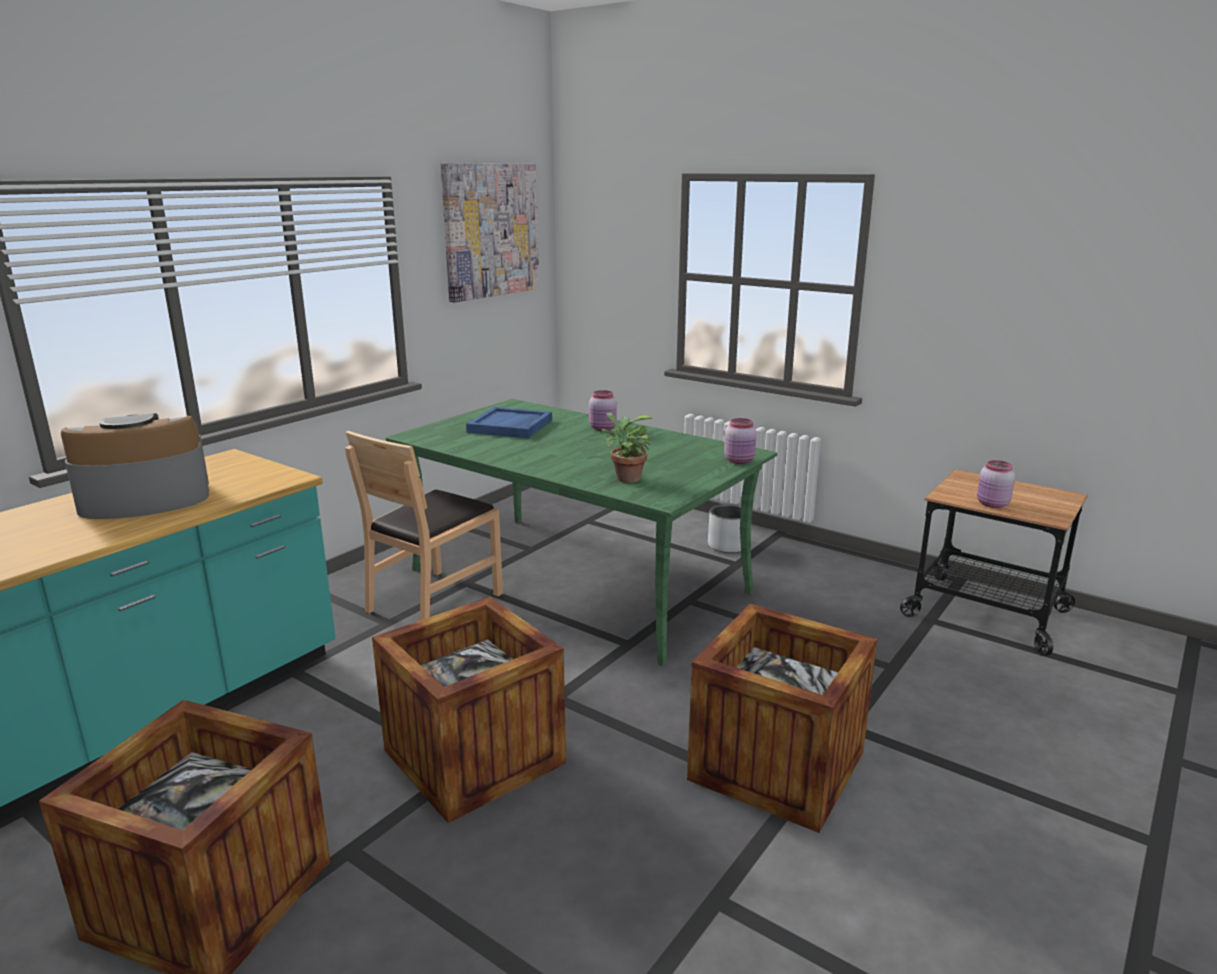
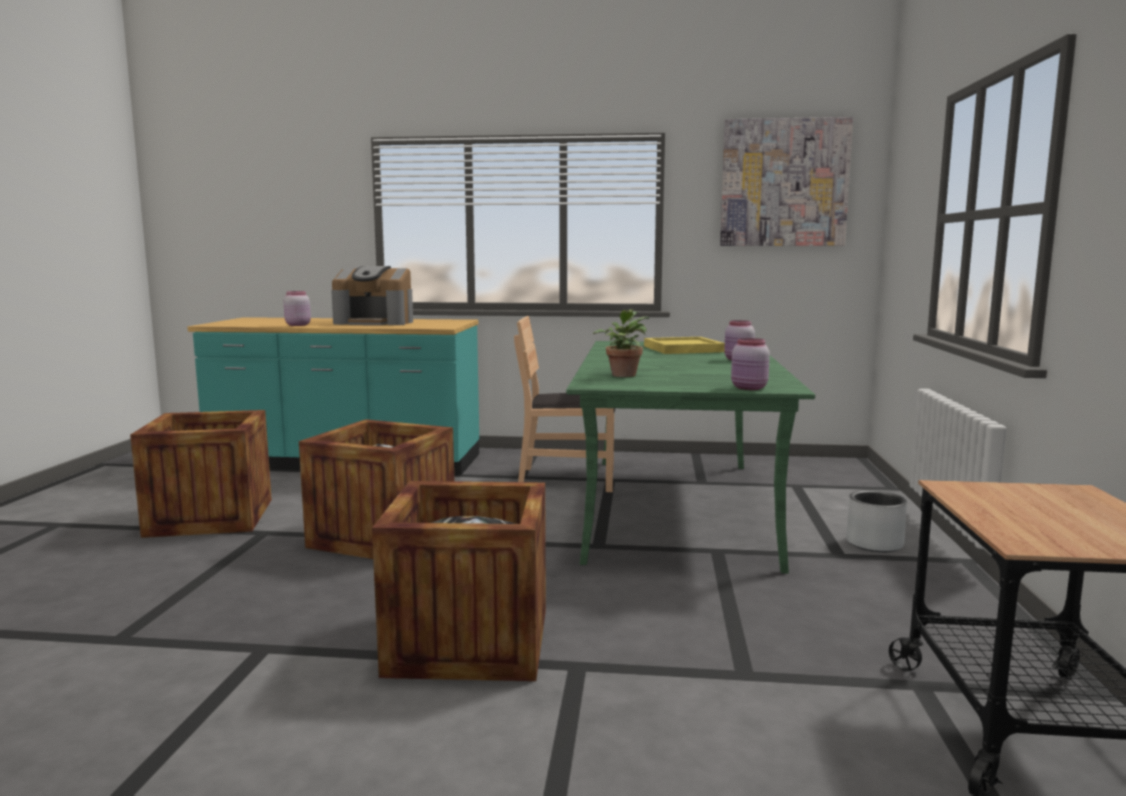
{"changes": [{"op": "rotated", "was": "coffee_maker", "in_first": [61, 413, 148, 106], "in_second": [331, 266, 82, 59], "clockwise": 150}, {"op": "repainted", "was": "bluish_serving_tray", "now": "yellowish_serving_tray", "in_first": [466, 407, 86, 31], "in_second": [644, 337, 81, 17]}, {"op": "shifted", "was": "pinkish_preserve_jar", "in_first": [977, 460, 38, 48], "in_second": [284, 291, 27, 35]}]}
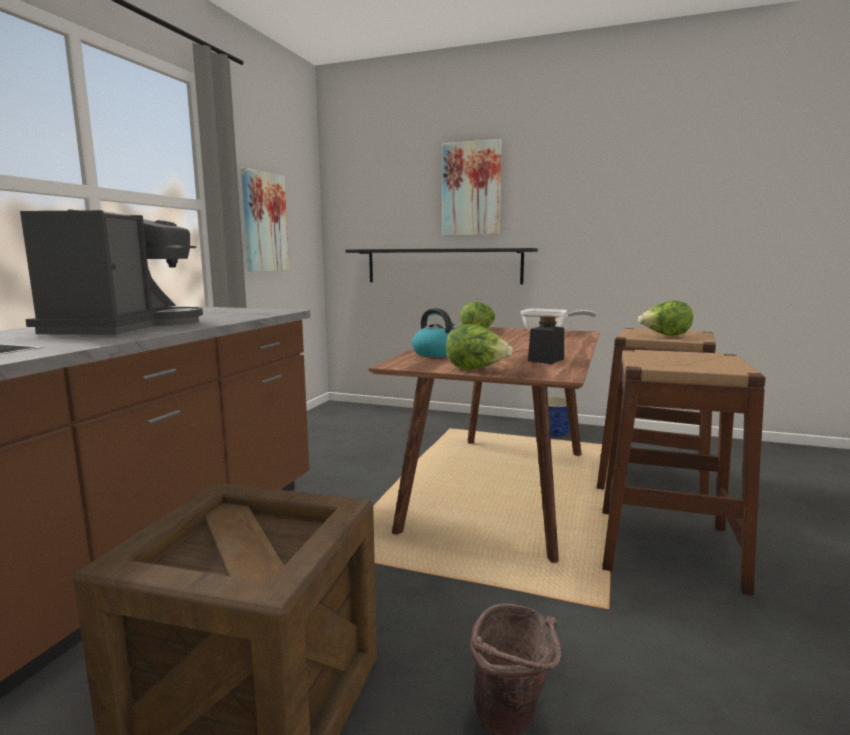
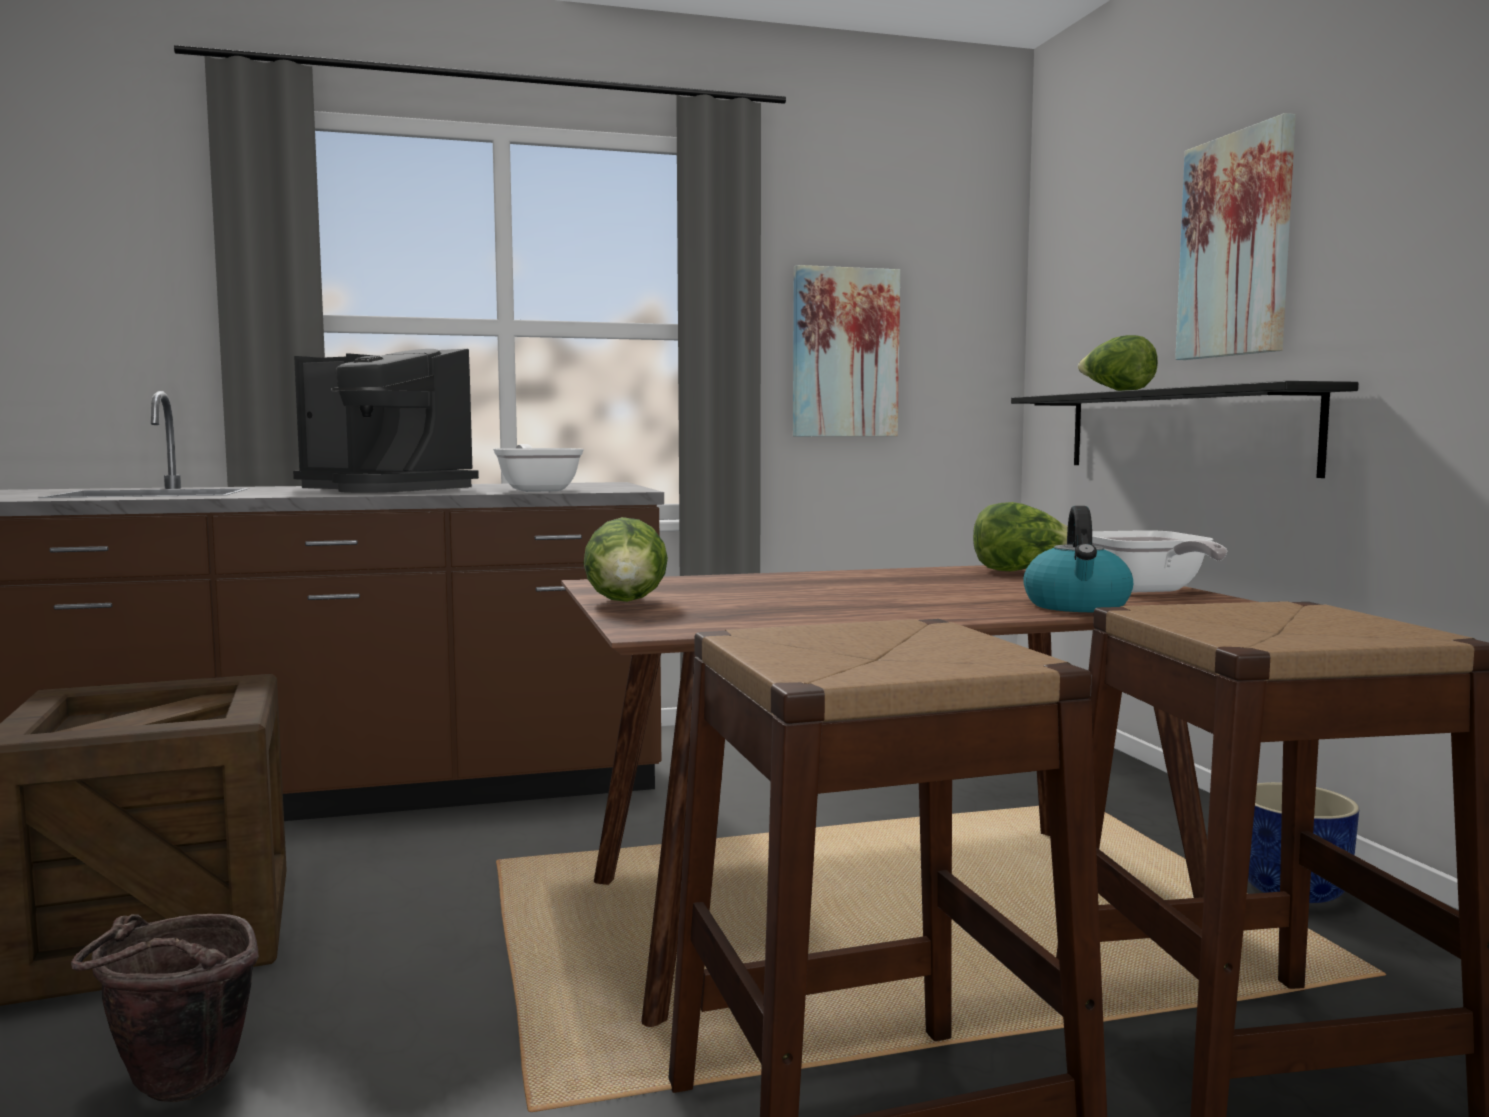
{"changes": [{"op": "rotated", "was": "coffee_maker", "in_first": [20, 209, 183, 126], "in_second": [293, 349, 186, 144], "clockwise": 60}, {"op": "shifted", "was": "kettle", "in_first": [412, 308, 44, 49], "in_second": [1023, 506, 110, 106]}, {"op": "gone", "was": "black_preserve_jar", "in_first": [528, 316, 36, 48]}, {"op": "shifted", "was": "lettuce", "in_first": [638, 300, 55, 36], "in_second": [1078, 335, 80, 56]}, {"op": "new", "now": "skillet", "in_second": [493, 444, 91, 48]}]}
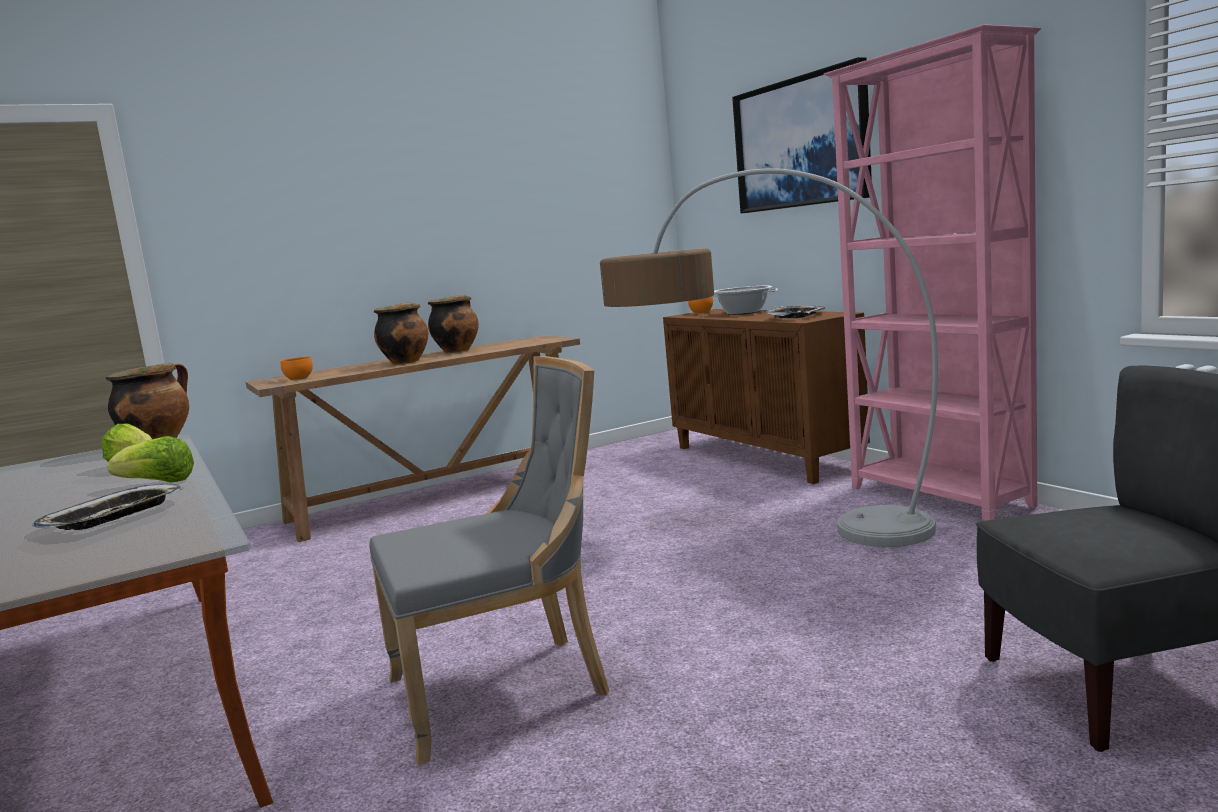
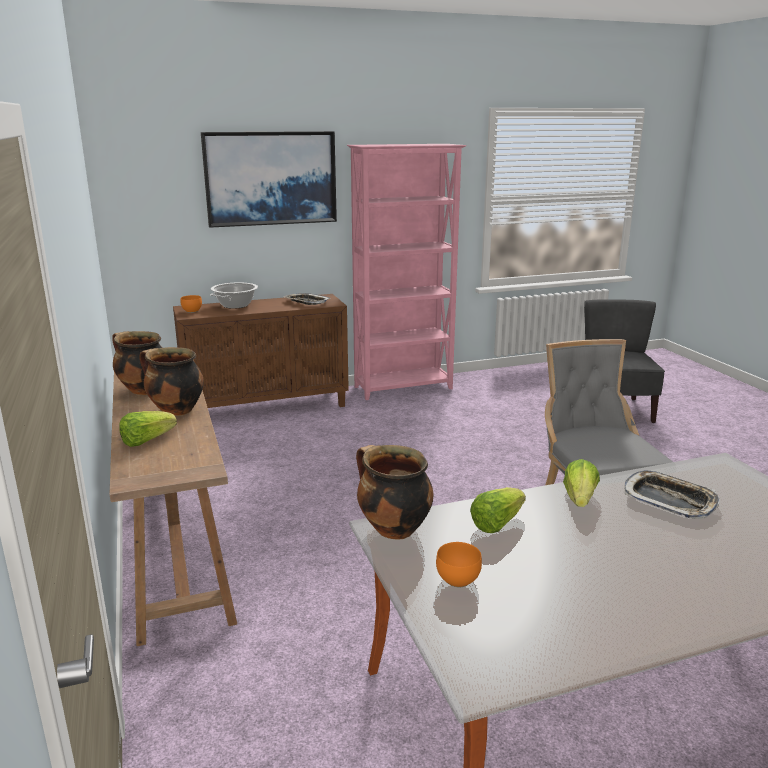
{"changes": [{"op": "shifted", "was": "orangey_bowl", "in_first": [280, 357, 33, 23], "in_second": [436, 542, 46, 45]}, {"op": "gone", "was": "standing_lamp", "in_first": [600, 168, 338, 379]}, {"op": "new", "now": "lettuce", "in_second": [119, 411, 58, 36]}]}
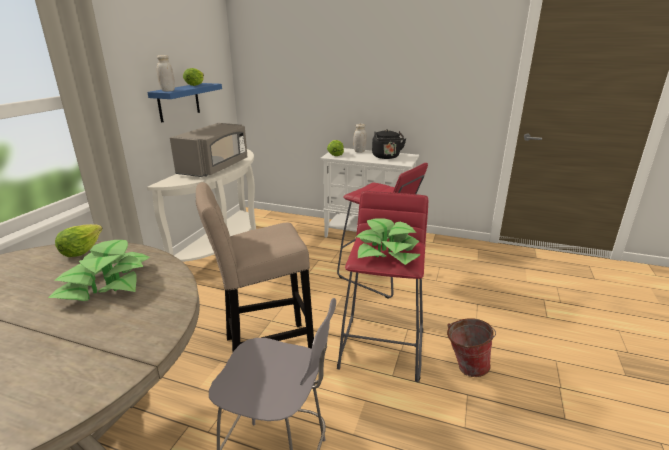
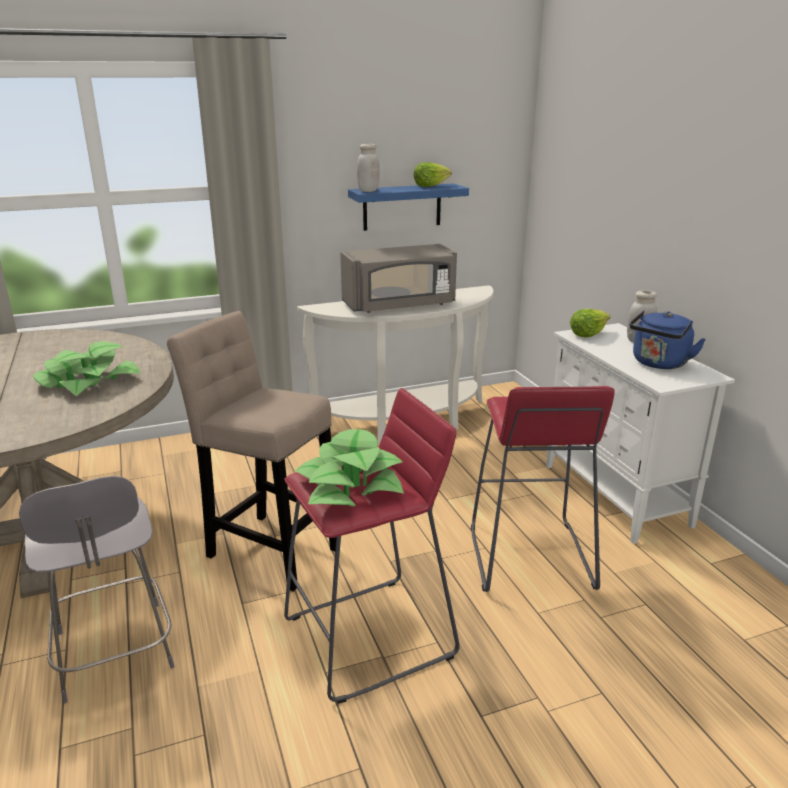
{"changes": [{"op": "gone", "was": "lettuce", "in_first": [55, 224, 48, 33]}, {"op": "repainted", "was": "black_kettle", "now": "bluish_kettle", "in_first": [372, 129, 34, 30], "in_second": [629, 310, 77, 59]}, {"op": "gone", "was": "water_bucket", "in_first": [447, 318, 49, 59]}]}
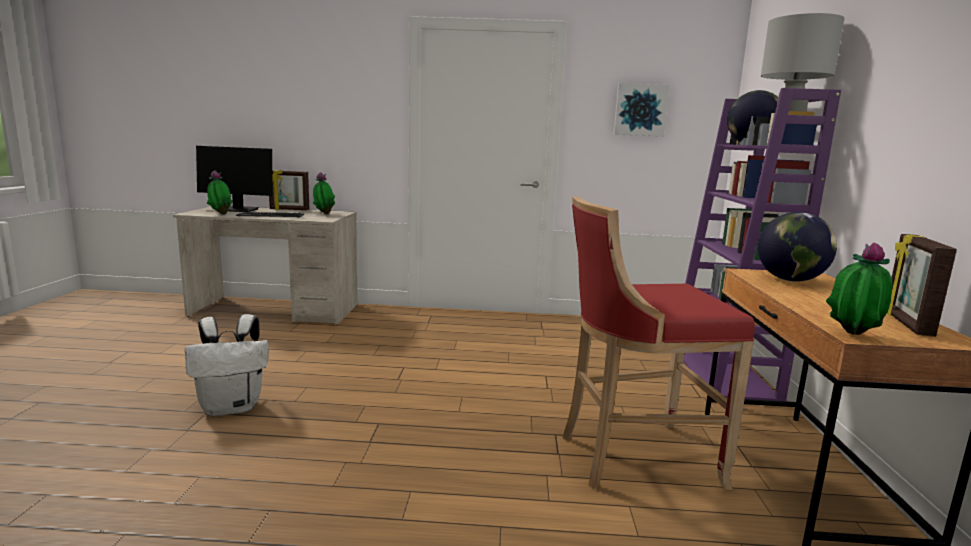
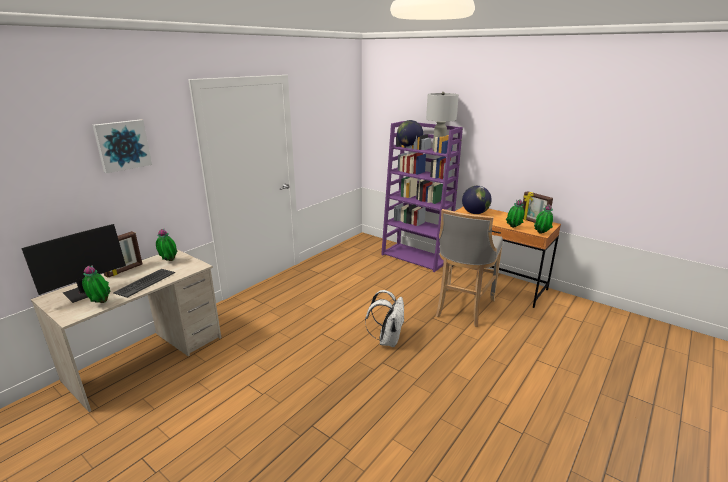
{"changes": [{"op": "shifted", "was": "white_rucksack", "in_first": [185, 314, 84, 102], "in_second": [365, 290, 40, 57]}, {"op": "repainted", "was": "red-coloured_stool_seat", "now": "greyish_stool_seat", "in_first": [562, 196, 193, 294], "in_second": [436, 209, 67, 118]}, {"op": "shifted", "was": "wall_art", "in_first": [614, 83, 56, 53], "in_second": [93, 119, 59, 54]}, {"op": "new", "now": "potted_plant", "in_second": [505, 199, 20, 29]}]}
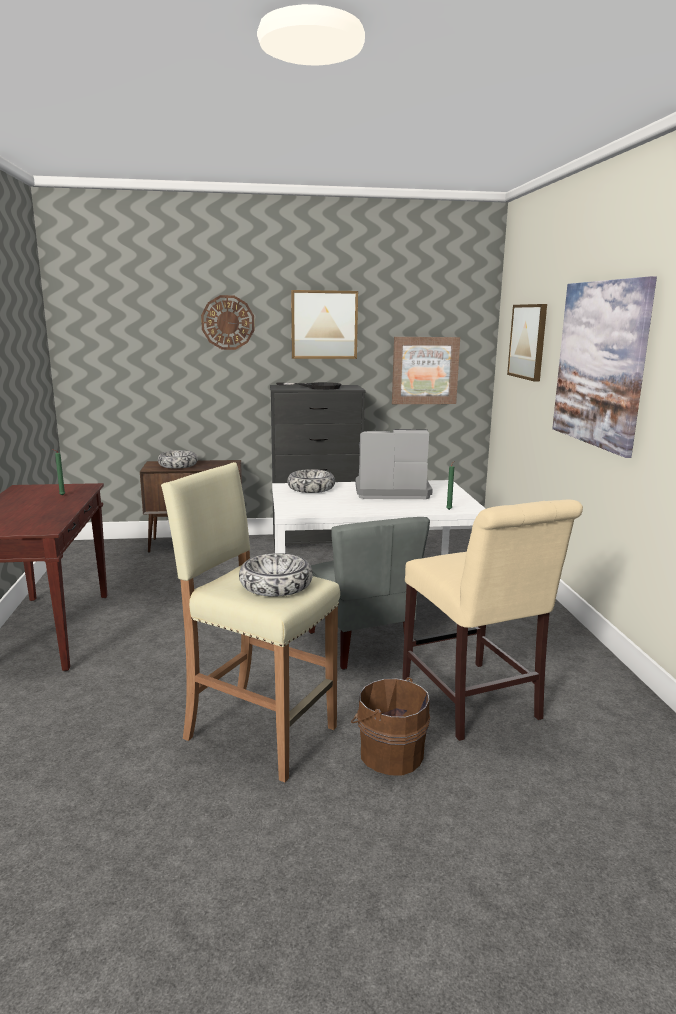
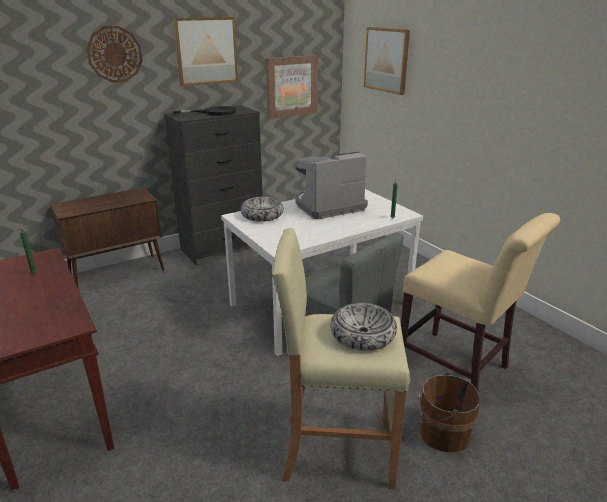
{"changes": [{"op": "gone", "was": "bowl", "in_first": [158, 450, 40, 19]}, {"op": "gone", "was": "wall_art", "in_first": [552, 276, 105, 182]}]}
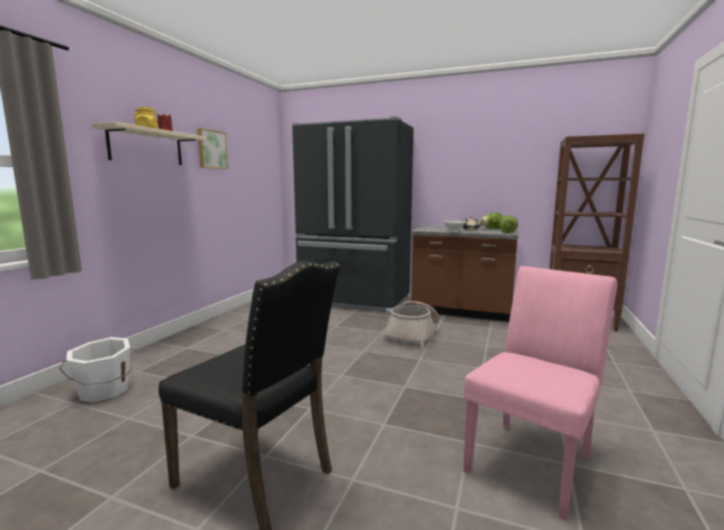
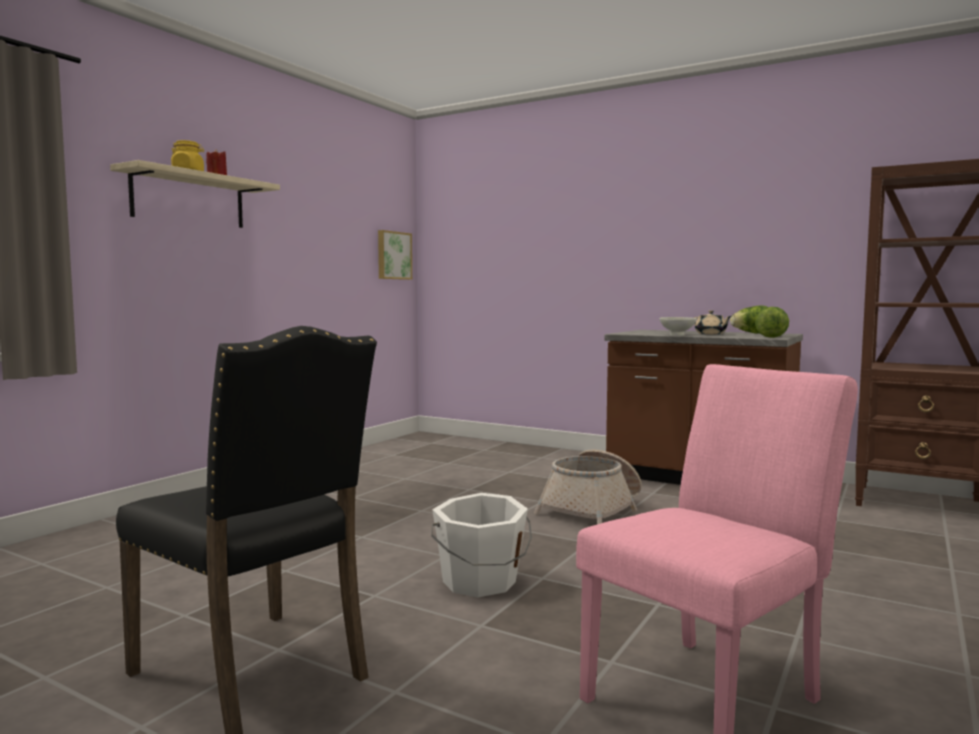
{"changes": [{"op": "shifted", "was": "white_water_bucket", "in_first": [59, 337, 79, 66], "in_second": [431, 493, 101, 104]}, {"op": "shifted", "was": "wall_art", "in_first": [197, 128, 31, 41], "in_second": [378, 230, 34, 50]}, {"op": "gone", "was": "black_fridge", "in_first": [292, 116, 121, 198]}]}
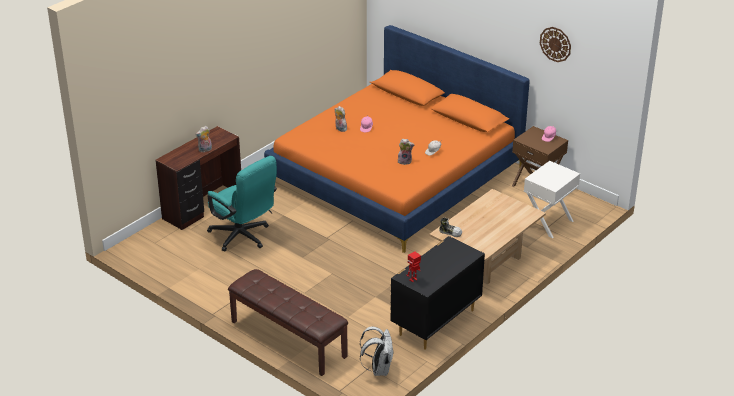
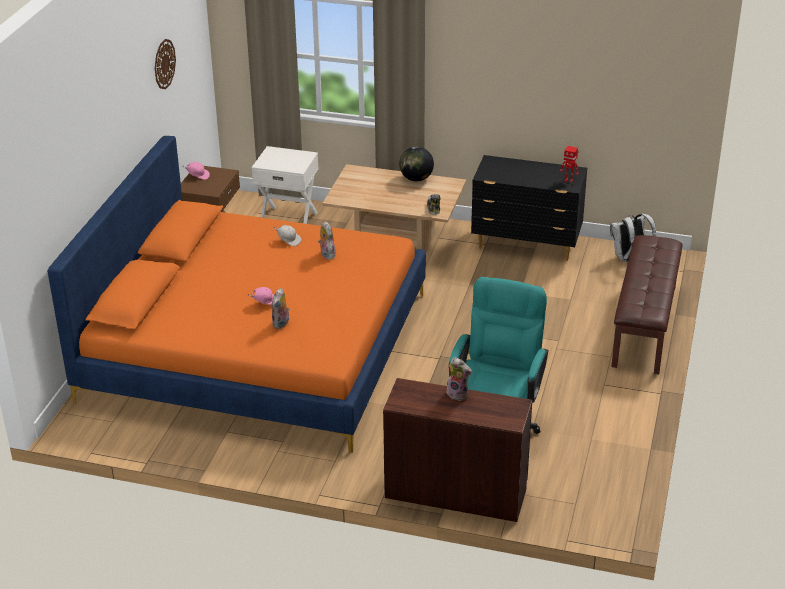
{"changes": [{"op": "new", "now": "desk_globe", "in_second": [399, 147, 35, 34]}]}
